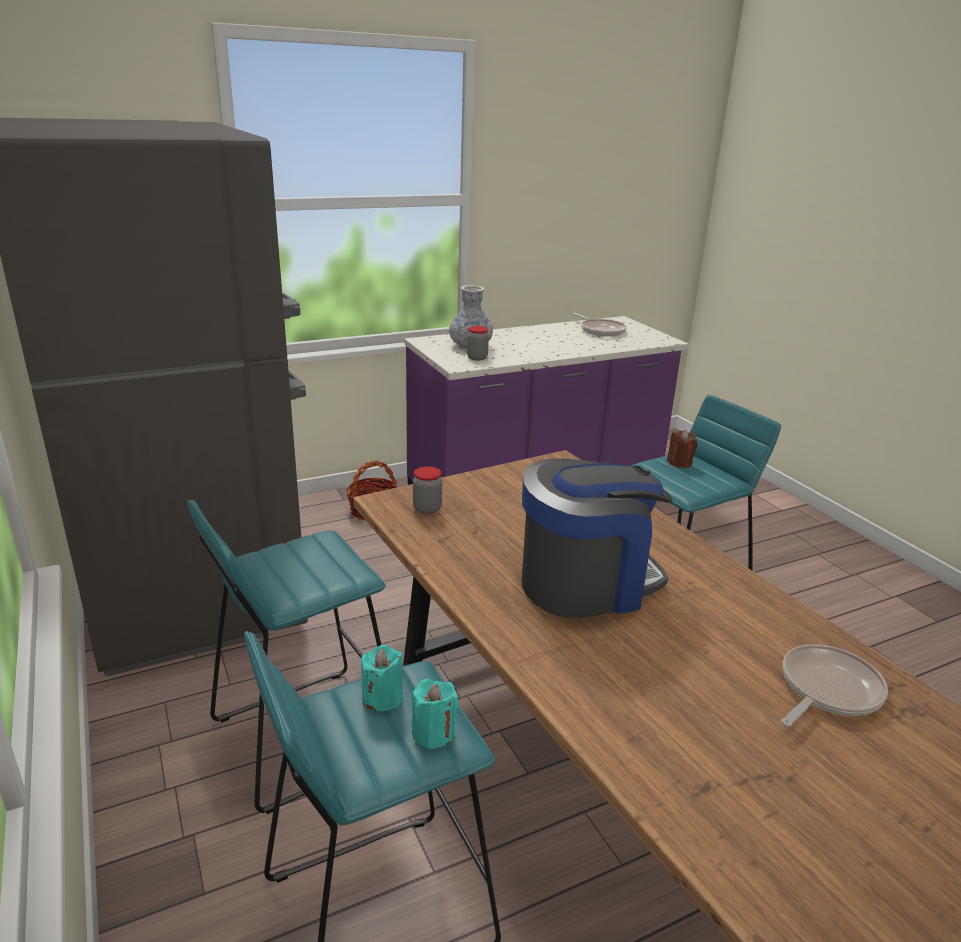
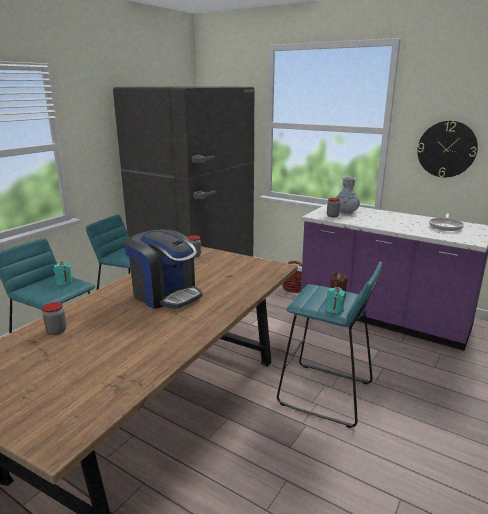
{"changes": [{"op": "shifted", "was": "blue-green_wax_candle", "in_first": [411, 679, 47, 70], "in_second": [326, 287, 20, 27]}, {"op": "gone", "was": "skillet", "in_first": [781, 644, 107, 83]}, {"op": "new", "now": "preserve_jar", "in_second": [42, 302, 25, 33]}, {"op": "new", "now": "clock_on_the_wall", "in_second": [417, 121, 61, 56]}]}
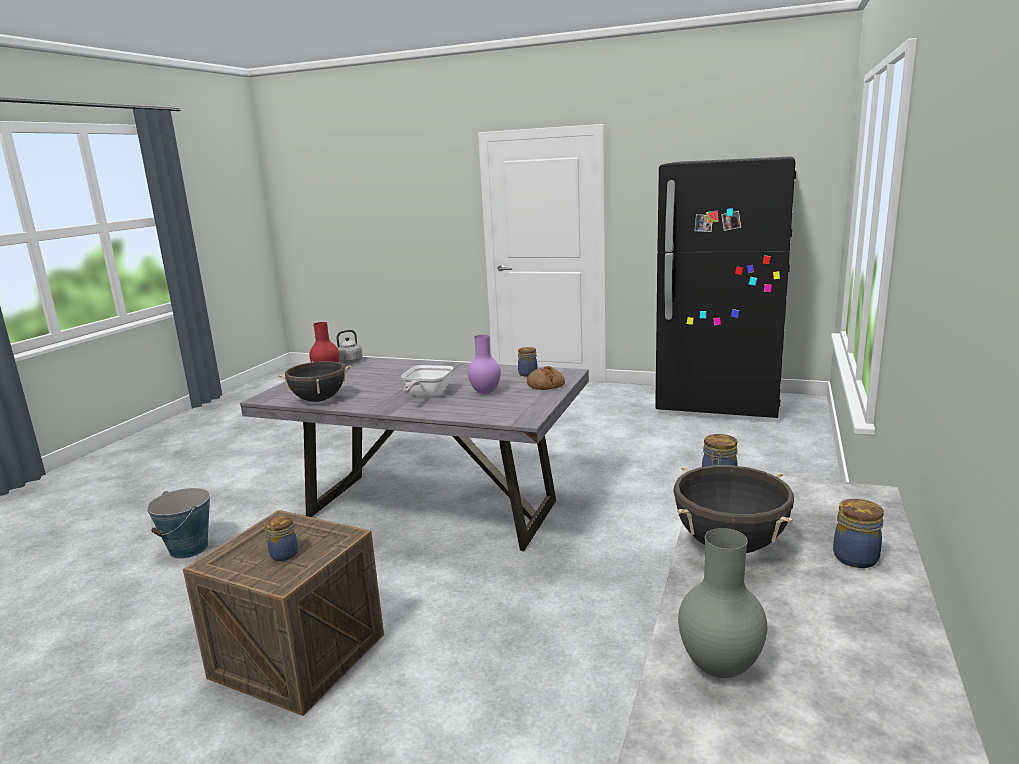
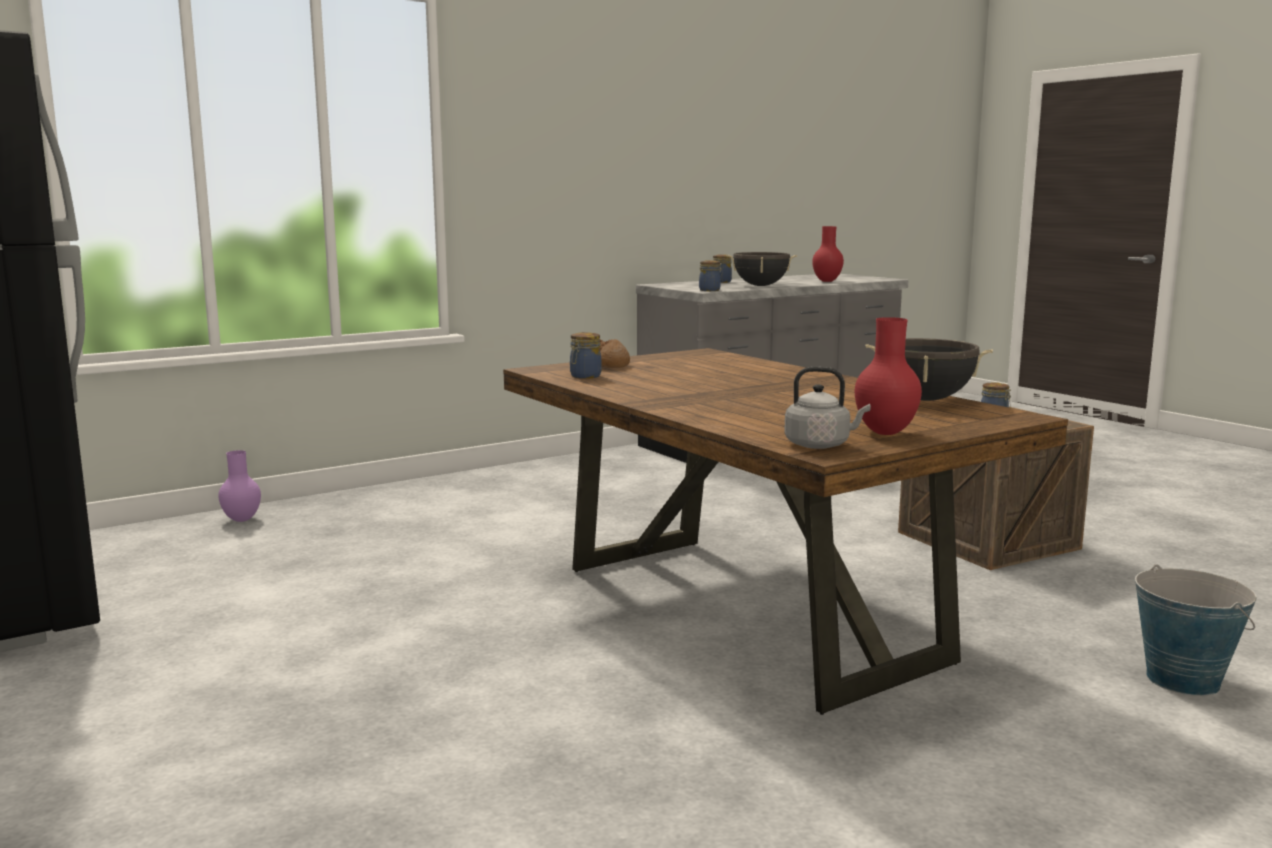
{"changes": [{"op": "repainted", "was": "greyish_kitchen_table", "now": "brown_kitchen_table", "in_first": [240, 357, 349, 194], "in_second": [503, 348, 565, 367]}, {"op": "gone", "was": "skillet", "in_first": [401, 365, 52, 32]}, {"op": "shifted", "was": "purplish_vase", "in_first": [468, 335, 33, 59], "in_second": [218, 450, 43, 72]}, {"op": "repainted", "was": "greyish_vase", "now": "red-coloured_vase", "in_first": [678, 528, 89, 150], "in_second": [812, 226, 32, 56]}]}
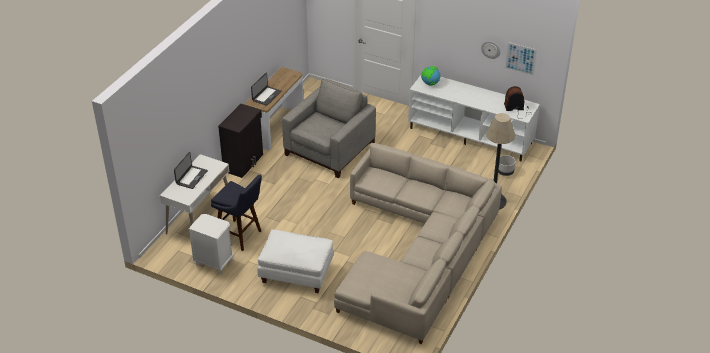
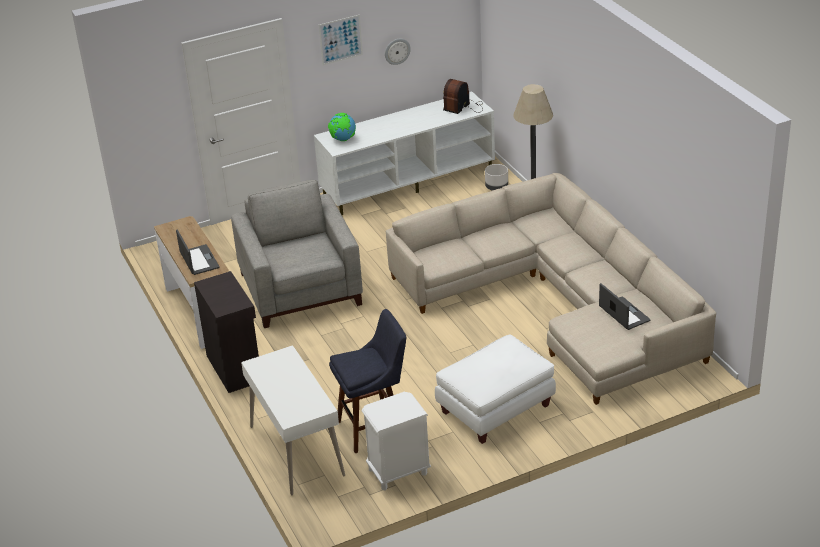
{"changes": [{"op": "shifted", "was": "portable_computer", "in_first": [174, 152, 34, 37], "in_second": [599, 283, 52, 47]}, {"op": "shifted", "was": "wall_art", "in_first": [505, 42, 33, 34], "in_second": [319, 15, 44, 50]}]}
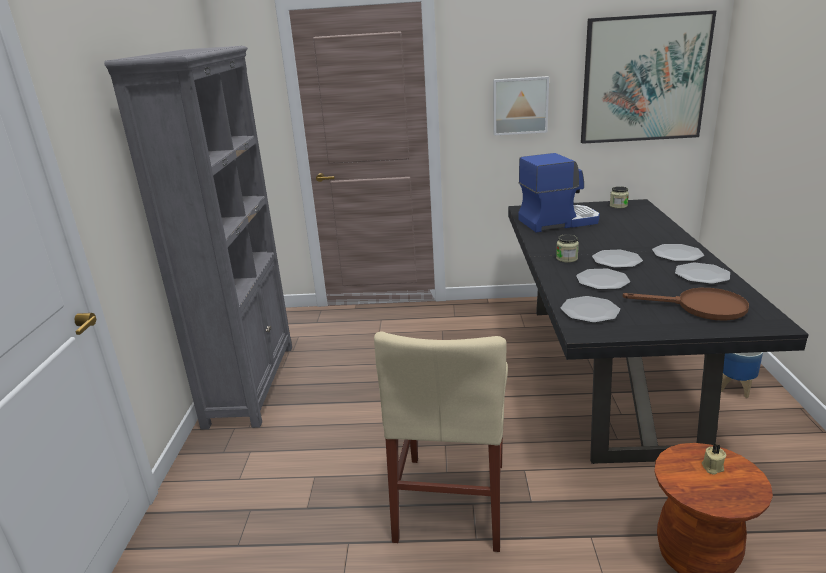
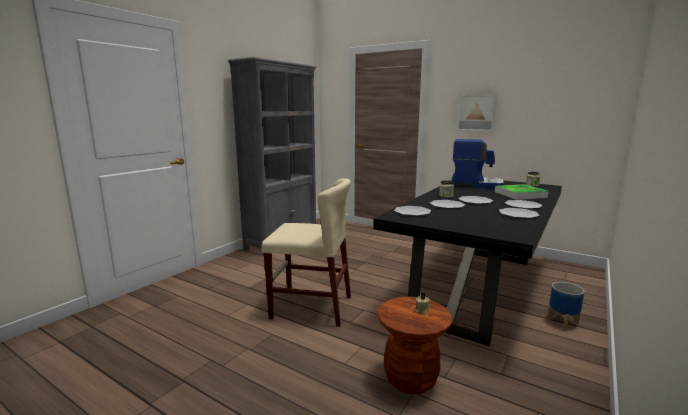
{"changes": [{"op": "rotated", "was": "beige_chair", "in_first": [374, 331, 134, 221], "in_second": [262, 178, 89, 149], "clockwise": -120}, {"op": "gone", "was": "wall_art", "in_first": [581, 11, 135, 133]}, {"op": "gone", "was": "brown_skillet", "in_first": [623, 288, 126, 33]}, {"op": "new", "now": "serving_tray", "in_second": [495, 184, 53, 16]}]}
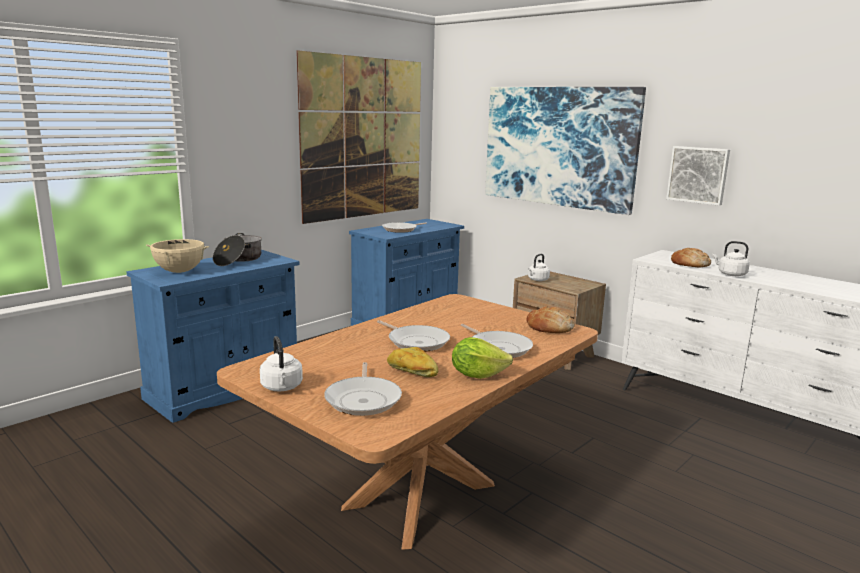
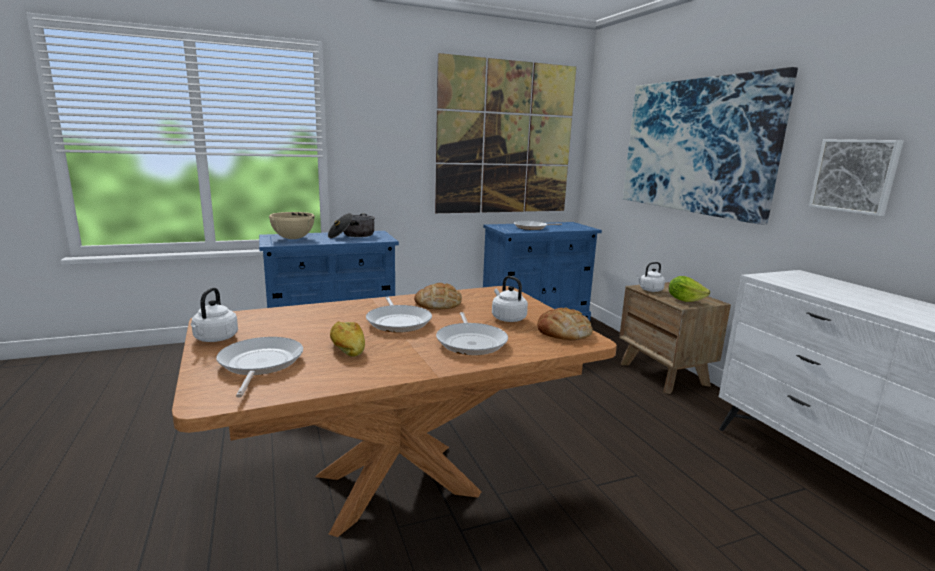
{"changes": [{"op": "rotated", "was": "skillet", "in_first": [324, 362, 78, 54], "in_second": [216, 337, 87, 61], "clockwise": 150}, {"op": "shifted", "was": "lettuce", "in_first": [452, 337, 61, 42], "in_second": [669, 276, 41, 26]}, {"op": "shifted", "was": "baked_bread", "in_first": [671, 248, 40, 19], "in_second": [414, 283, 48, 26]}, {"op": "shifted", "was": "white_kettle", "in_first": [712, 241, 38, 35], "in_second": [492, 276, 36, 46]}]}
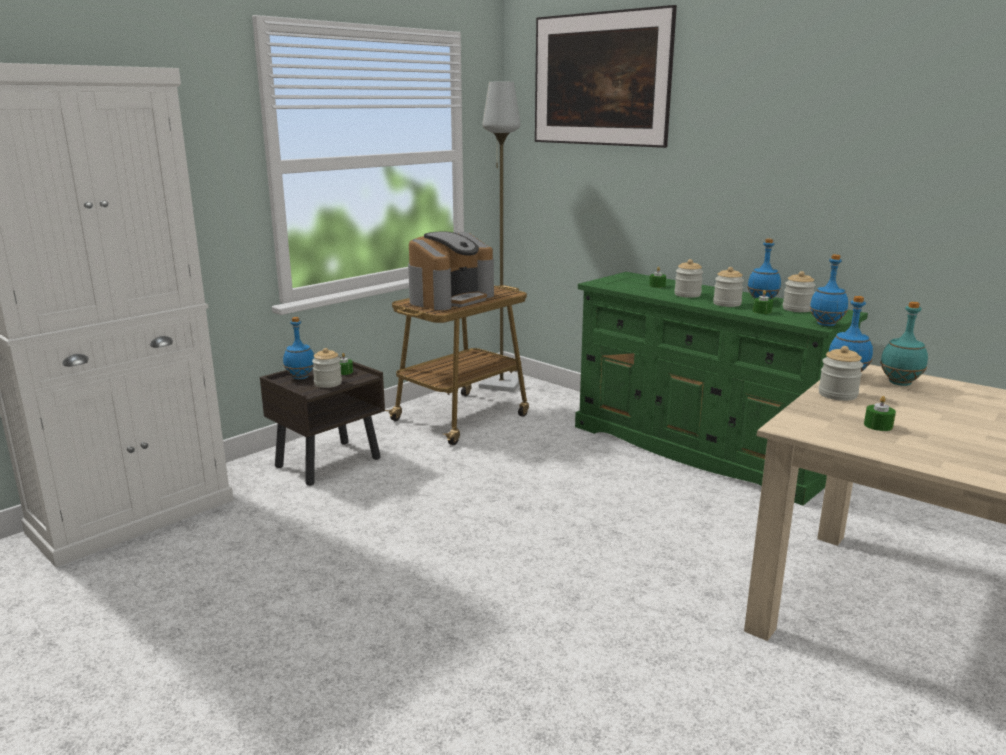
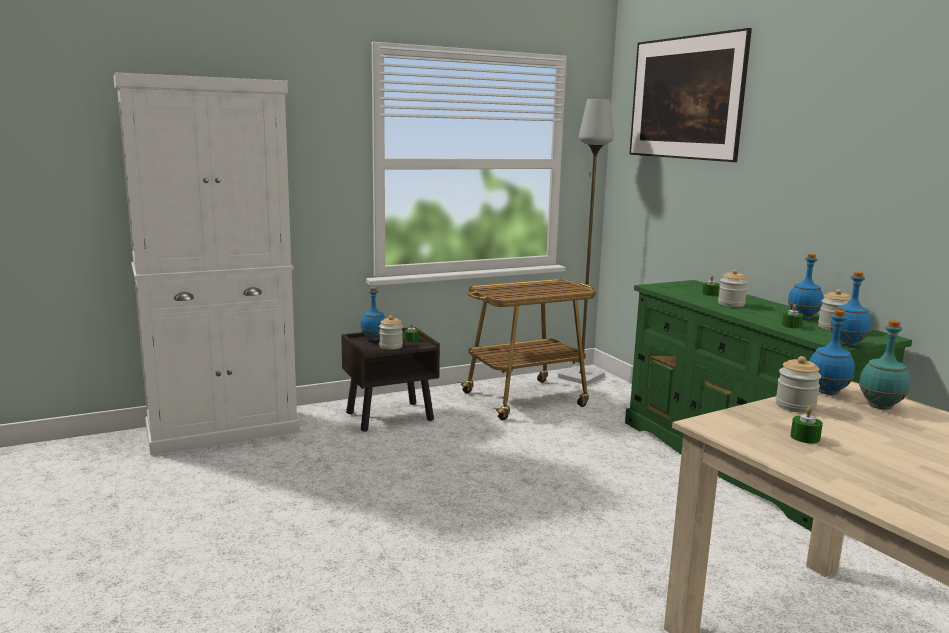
{"changes": [{"op": "gone", "was": "coffee_maker", "in_first": [408, 232, 86, 78]}, {"op": "gone", "was": "preserve_jar", "in_first": [713, 267, 31, 40]}]}
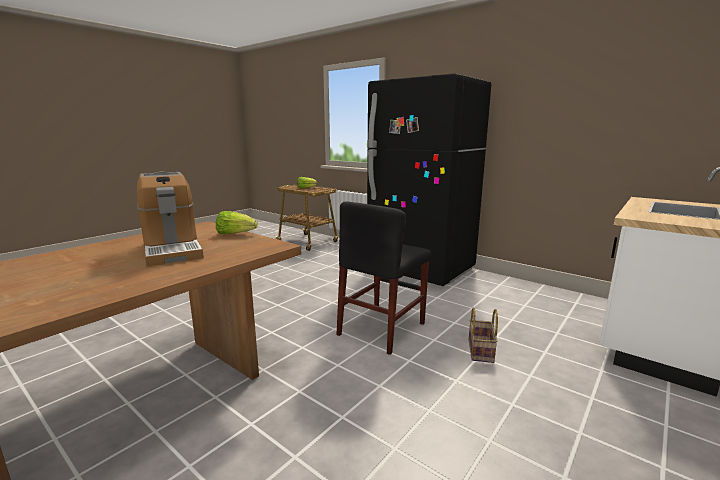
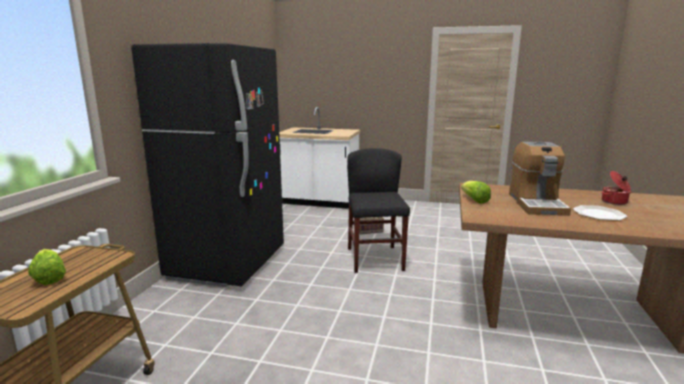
{"changes": [{"op": "rotated", "was": "coffee_maker", "in_first": [137, 171, 67, 96], "in_second": [509, 142, 62, 74], "clockwise": 150}, {"op": "rotated", "was": "black_chair", "in_first": [336, 201, 95, 154], "in_second": [347, 148, 63, 125], "clockwise": -105}, {"op": "new", "now": "flat_dish", "in_second": [573, 205, 54, 16]}, {"op": "new", "now": "saucepot", "in_second": [601, 171, 30, 34]}]}
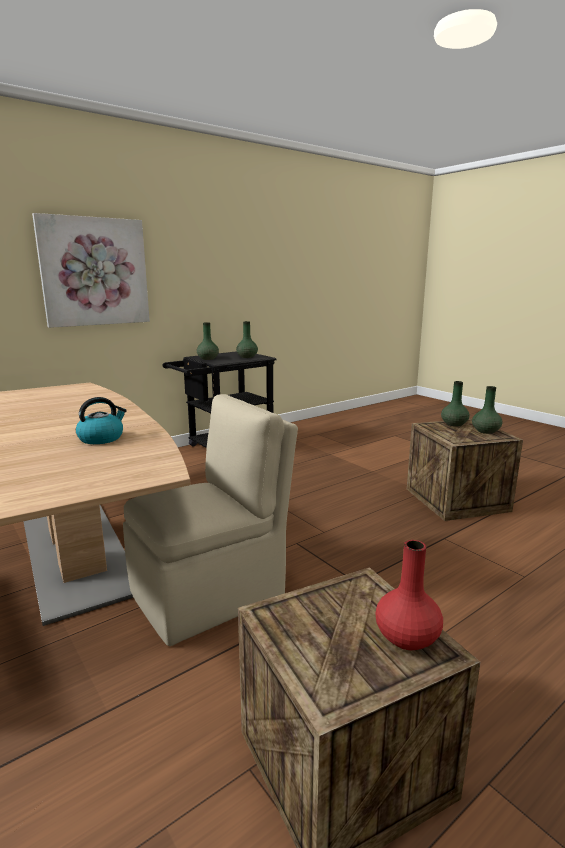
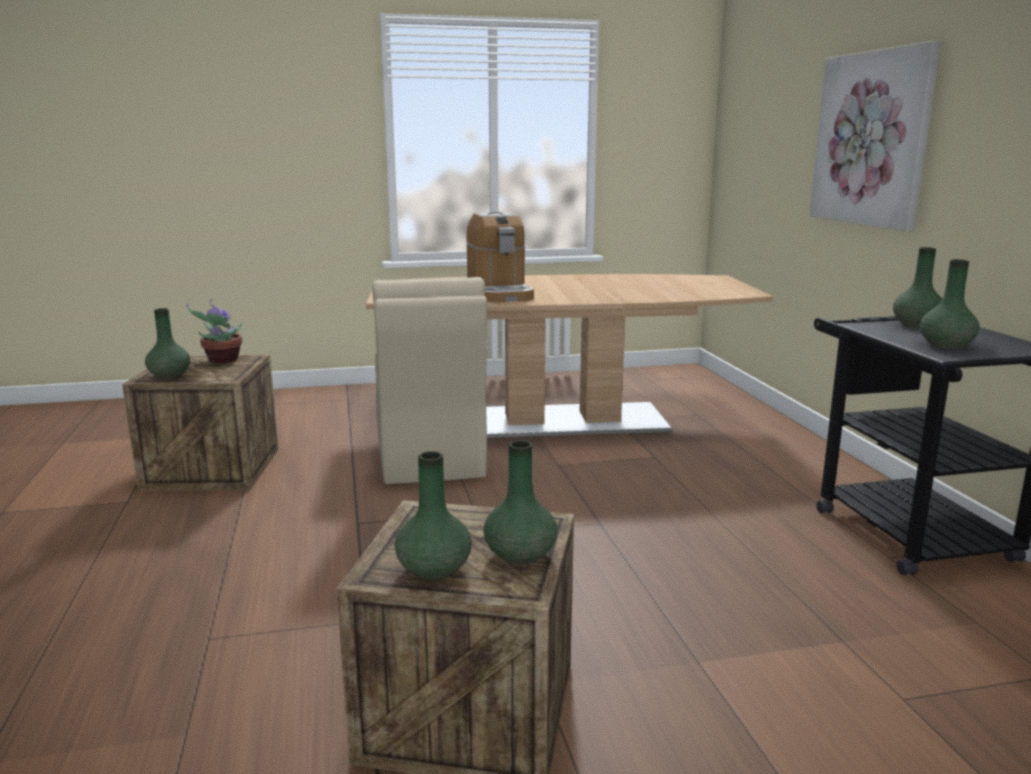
{"changes": [{"op": "swapped", "was": "kettle", "now": "coffee_maker", "in_first": [76, 397, 51, 47], "in_second": [466, 212, 68, 91]}, {"op": "repainted", "was": "red-coloured_vase", "now": "greenish_vase", "in_first": [375, 540, 68, 110], "in_second": [145, 308, 45, 71]}, {"op": "new", "now": "potted_plant", "in_second": [187, 299, 55, 64]}]}
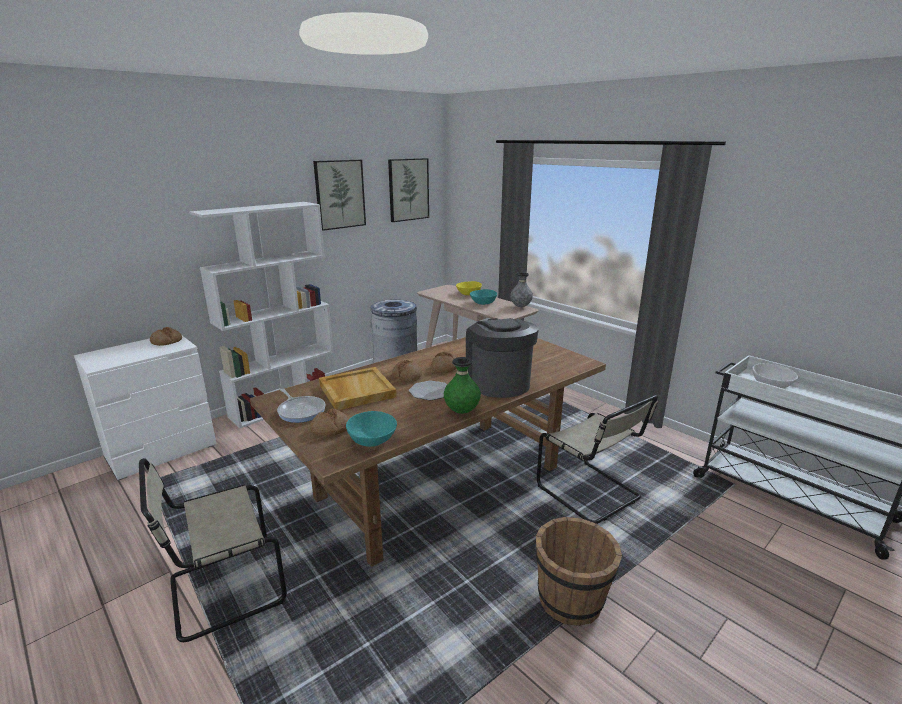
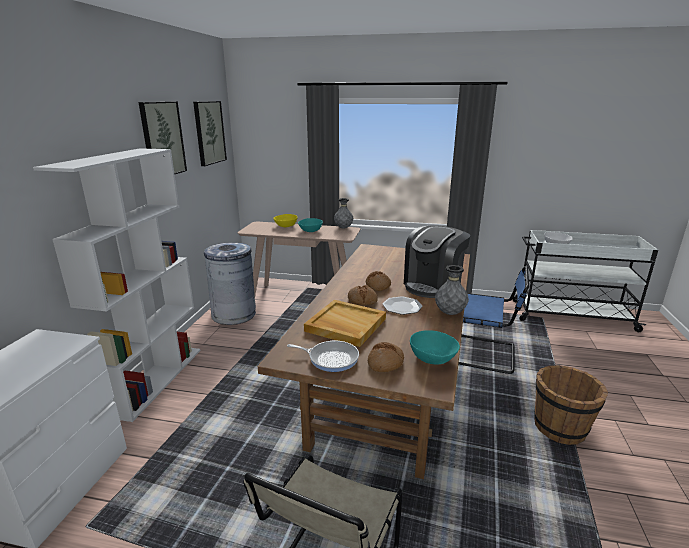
{"changes": [{"op": "gone", "was": "baked_bread", "in_first": [150, 327, 32, 19]}, {"op": "repainted", "was": "greenish_vase", "now": "greyish_vase", "in_first": [443, 357, 38, 57], "in_second": [435, 265, 34, 50]}, {"op": "rotated", "was": "coffee_maker", "in_first": [466, 318, 73, 80], "in_second": [404, 225, 66, 73], "clockwise": -90}, {"op": "repainted", "was": "beige_chair", "now": "bluish_chair", "in_first": [537, 395, 121, 129], "in_second": [458, 266, 71, 108]}]}
